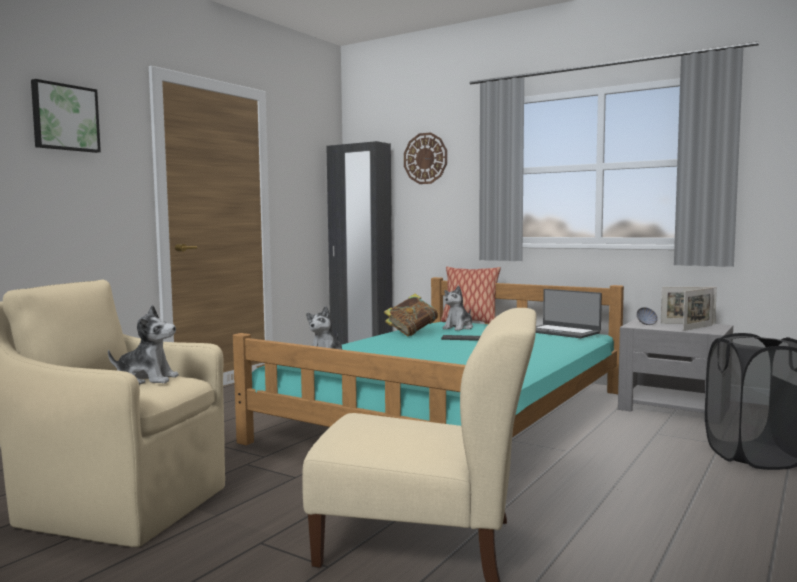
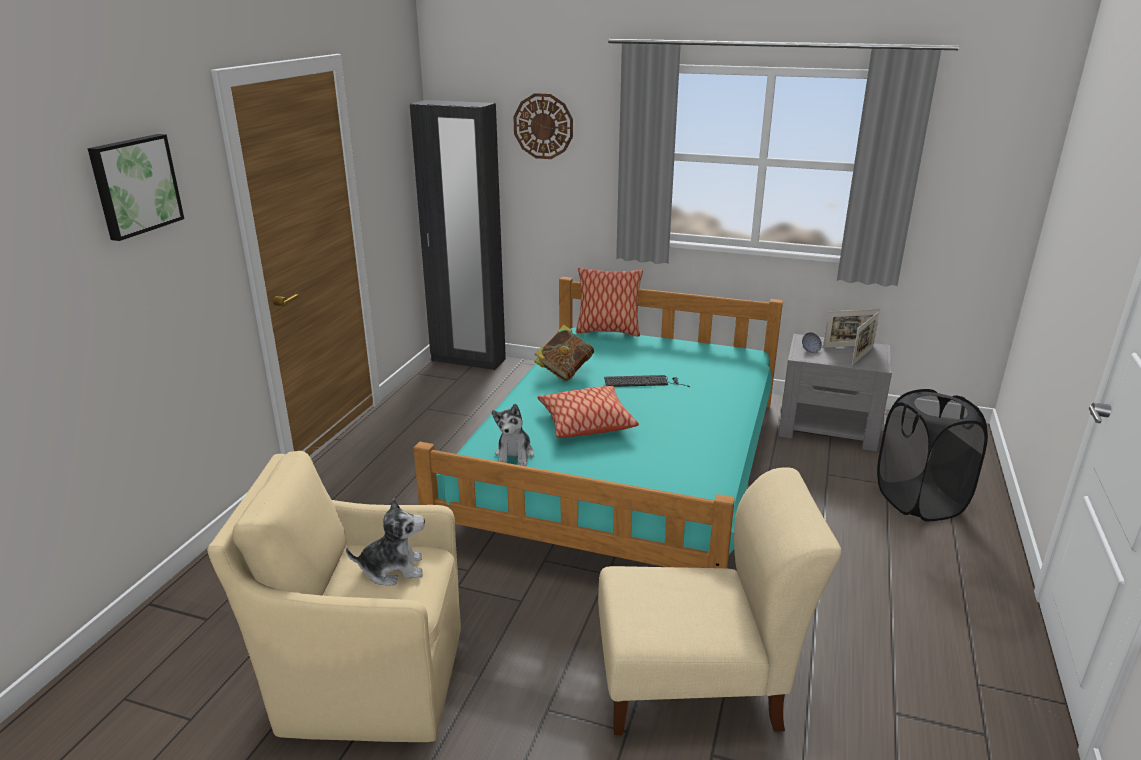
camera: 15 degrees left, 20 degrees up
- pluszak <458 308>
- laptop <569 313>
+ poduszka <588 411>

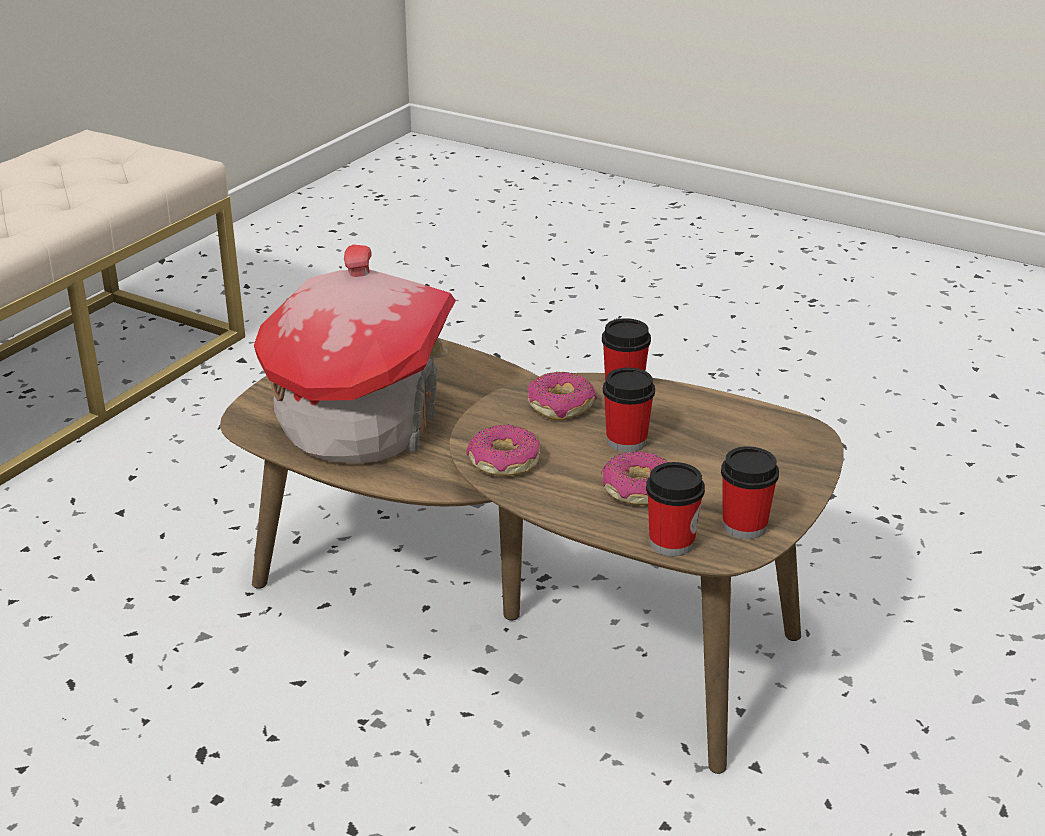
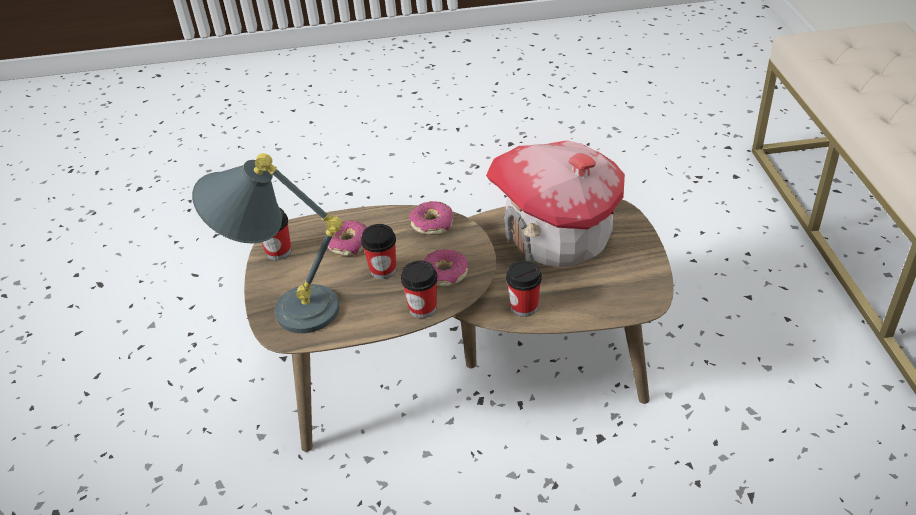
camera: 145 degrees right, 10 degrees up
+ lampa stołowa (szary) <267 243>
~ filiżanka <675 509> to <524 289>

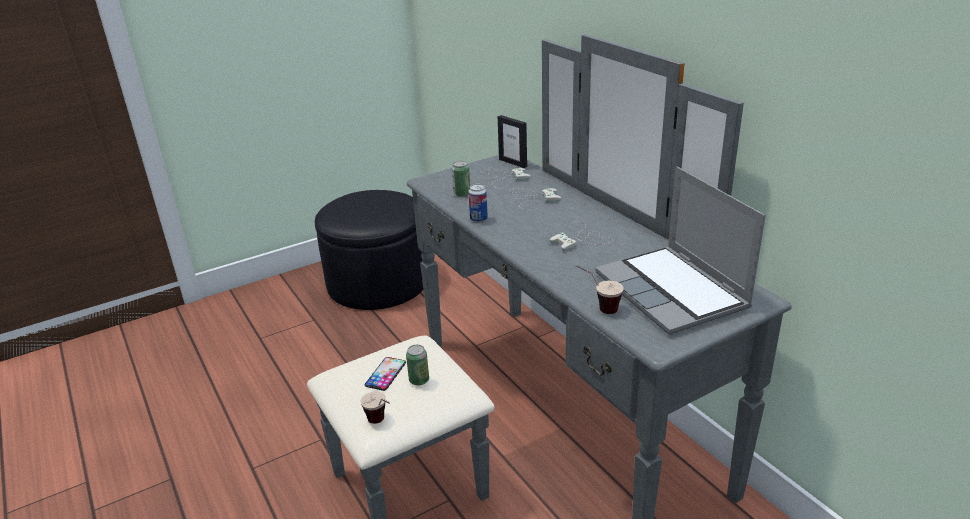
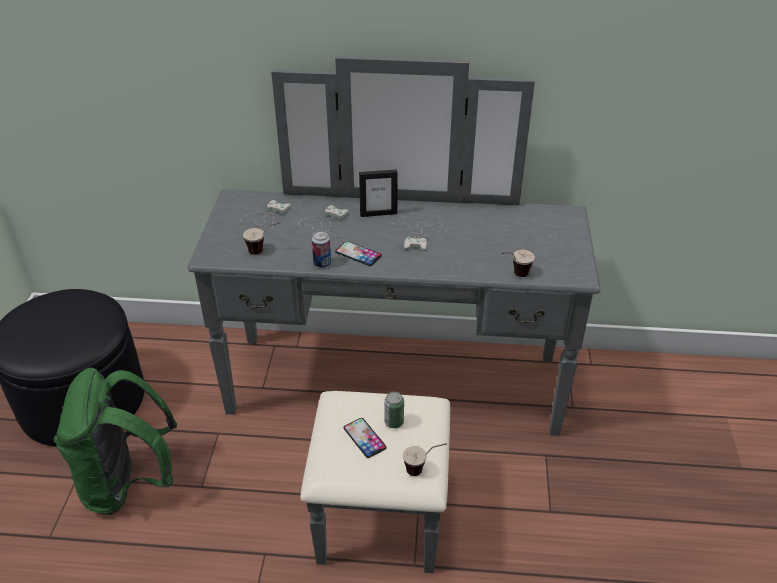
camera: 55 degrees left, 10 degrees up
- laptop <680 250>
+ plecak (zielony) <115 441>
+ telefon <358 253>
~ ramka na zdjęcie <512 141> to <378 193>
~ puszka <460 179> to filiżanka <261 238>

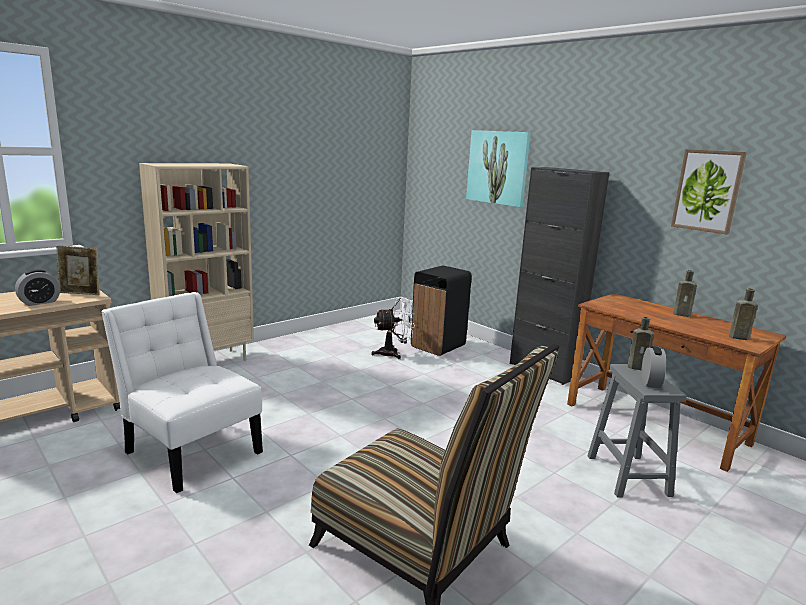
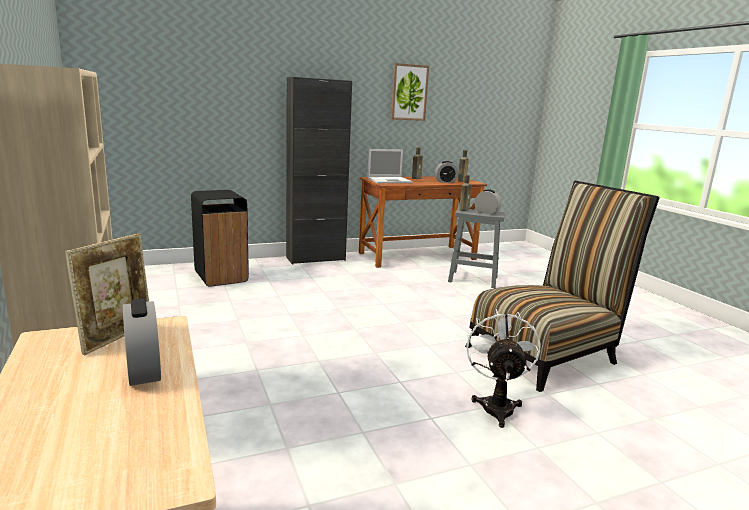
camera: 70 degrees left, 0 degrees up
- krzesło (biały) <182 392>
- obraz <498 168>
+ laptop <389 166>
+ budzik <446 172>
~ wentylator (biały) <393 328> to <503 368>

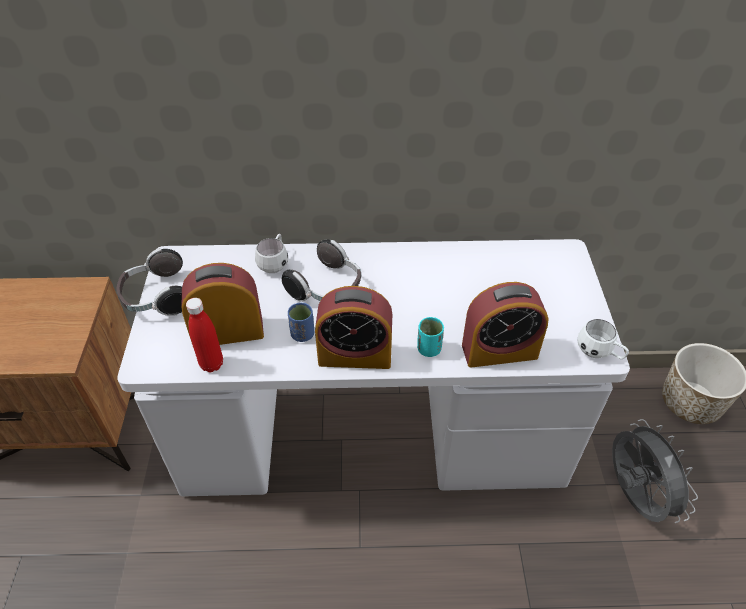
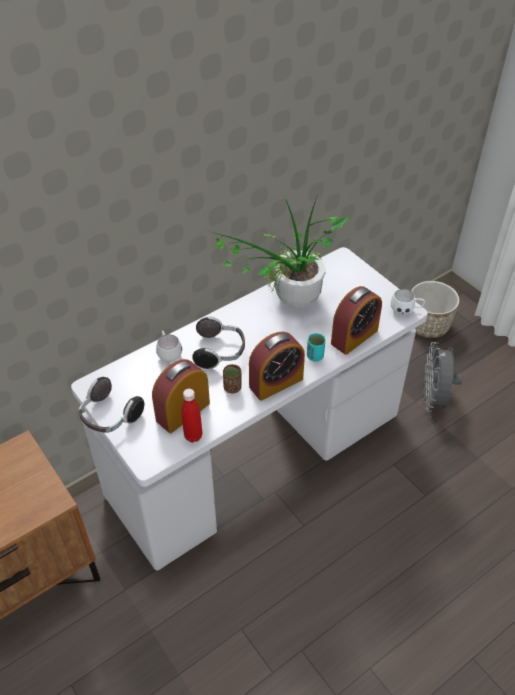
camera: 35 degrees left, 0 degrees up
+ roślina doniczkowa <280 252>
~ filiżanka (niebieski) <301 322> to filiżanka (brązowy) <232 379>
~ wentylator (szary) <655 471> = <443 377> 120 degrees counterclockwise

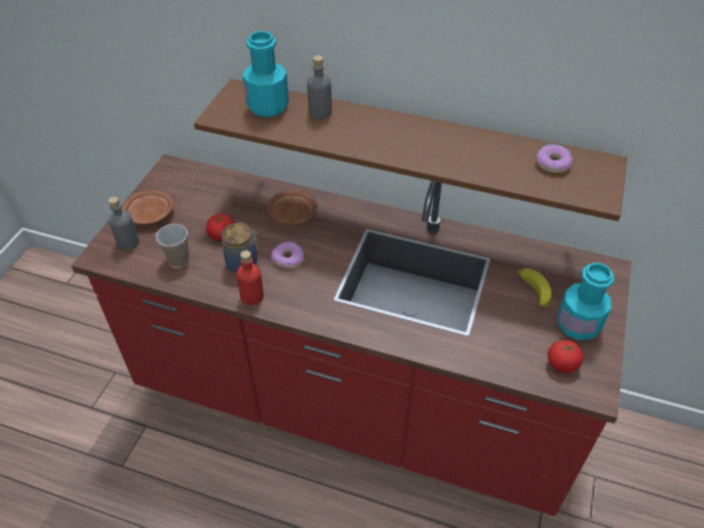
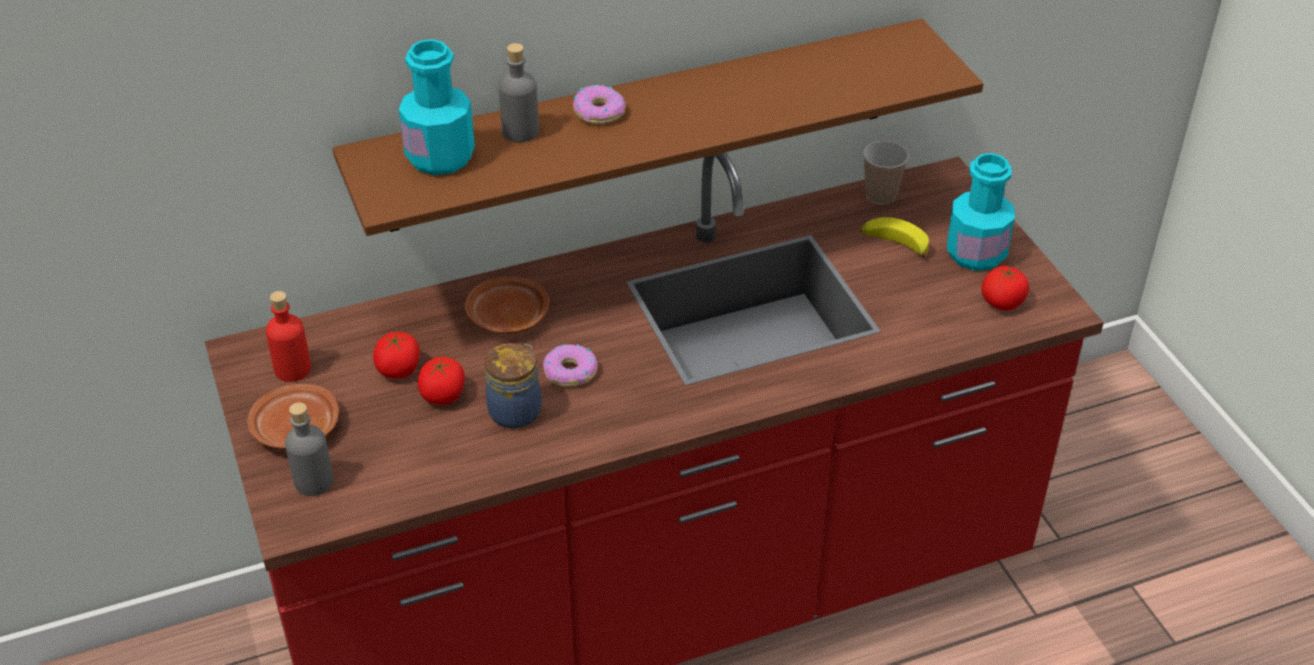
camera: 40 degrees left, 5 degrees down
+ pomidor <396 355>
~ filiżanka <172 245> to <886 173>
~ butelka (czerwony) <250 277> to <288 336>
~ donut <554 158> to <599 104>

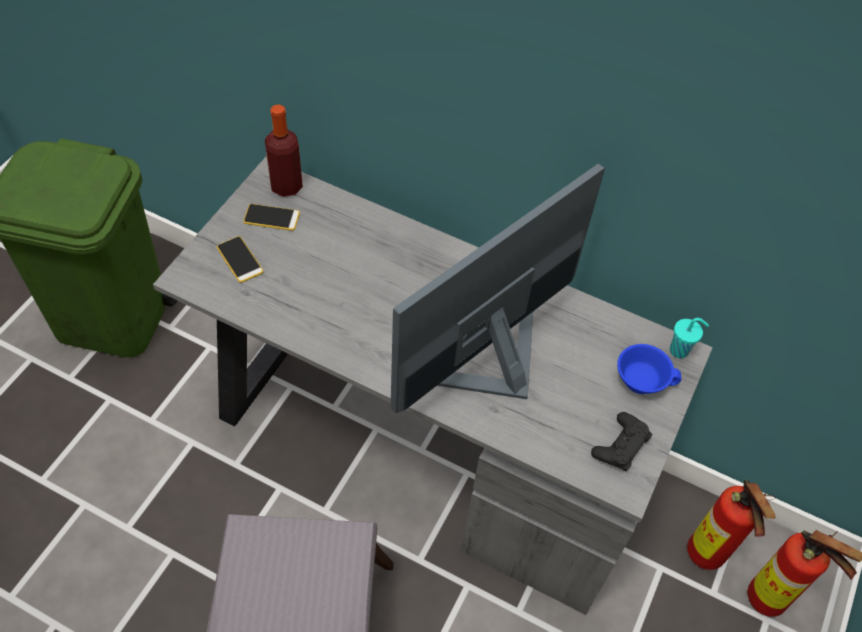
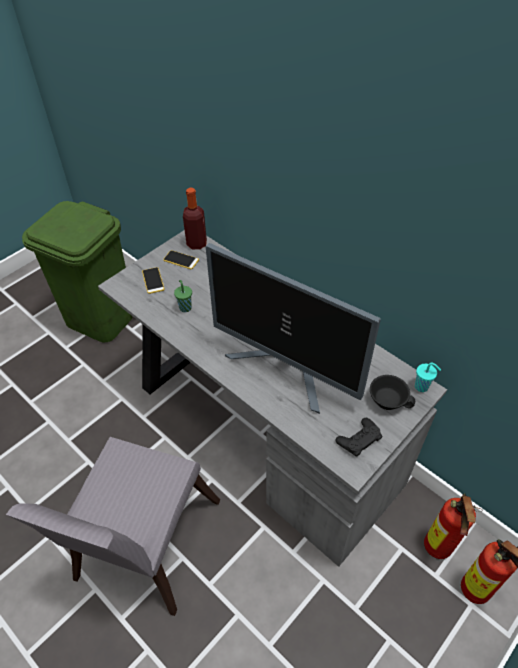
camera: 20 degrees right, 5 degrees down
+ filiżanka (zielony) <183 296>
~ filiżanka (niebieski) <649 369> to filiżanka (czarny) <392 392>
~ monitor <498 288> = <293 328> 120 degrees counterclockwise

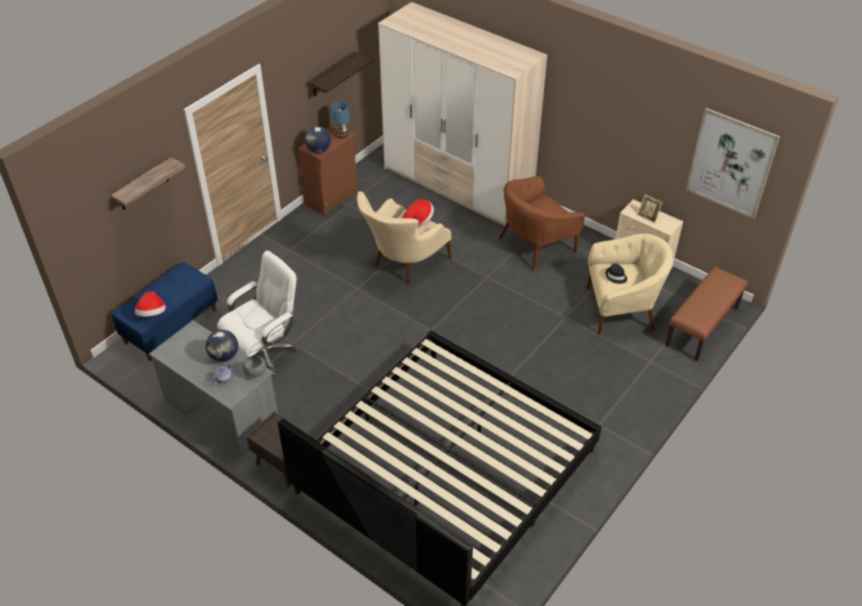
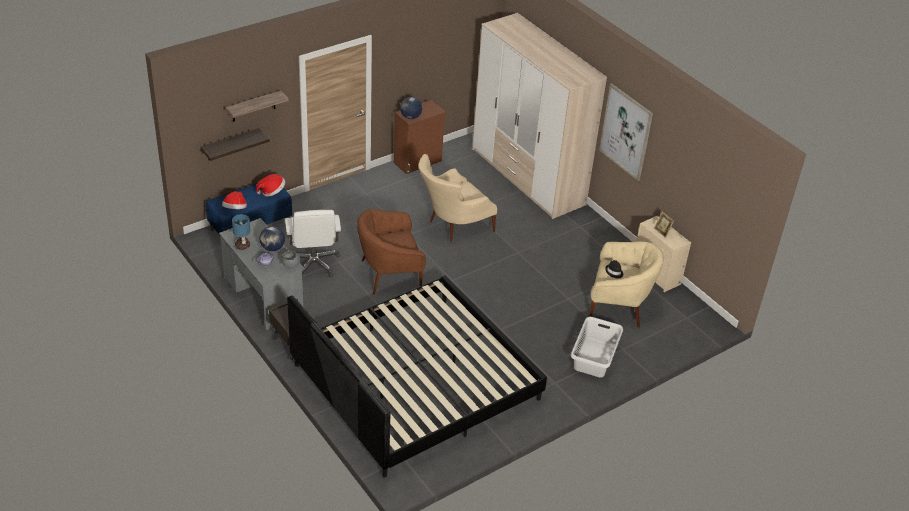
camera: 15 degrees right, 5 degrees down
- ławka (brązowy) <706 313>
+ kosz na pranie (szary) <597 347>
~ półka <340 74> to <235 144>
~ lampa stołowa <340 119> to <241 232>
~ kapelusz <418 213> to <270 185>
~ fotel (brązowy) <542 223> to <391 251>
~ obraz <733 163> to <626 132>
~ krzesło biurowe (biały) <258 314> = <313 244> 105 degrees clockwise

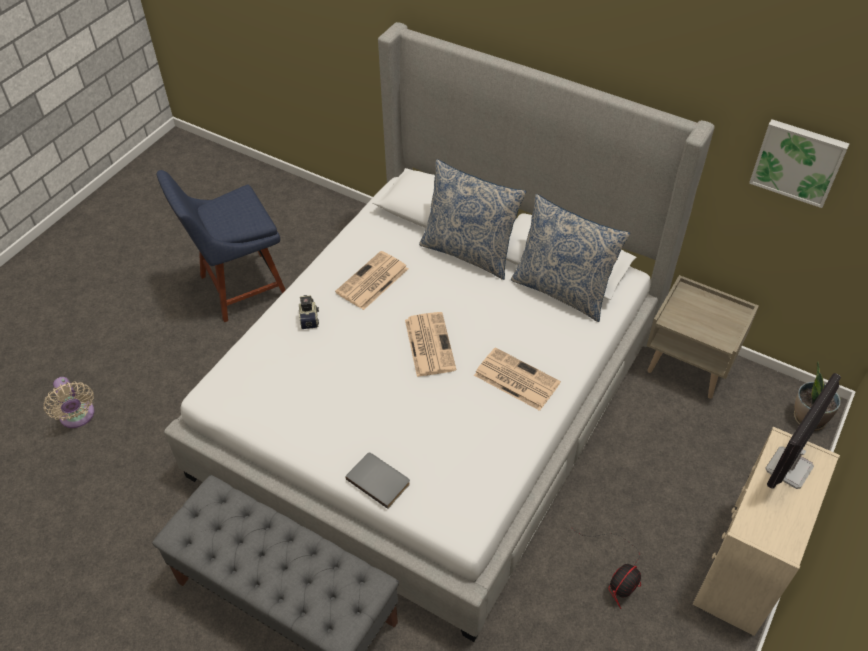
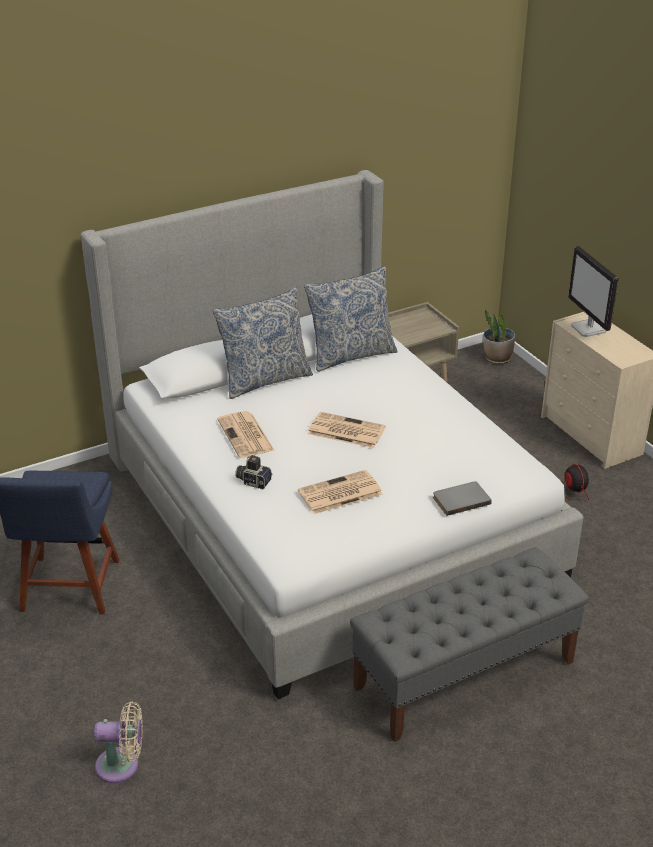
camera: 60 degrees left, 15 degrees down
- obraz <799 163>
~ gazeta <517 379> to <340 492>

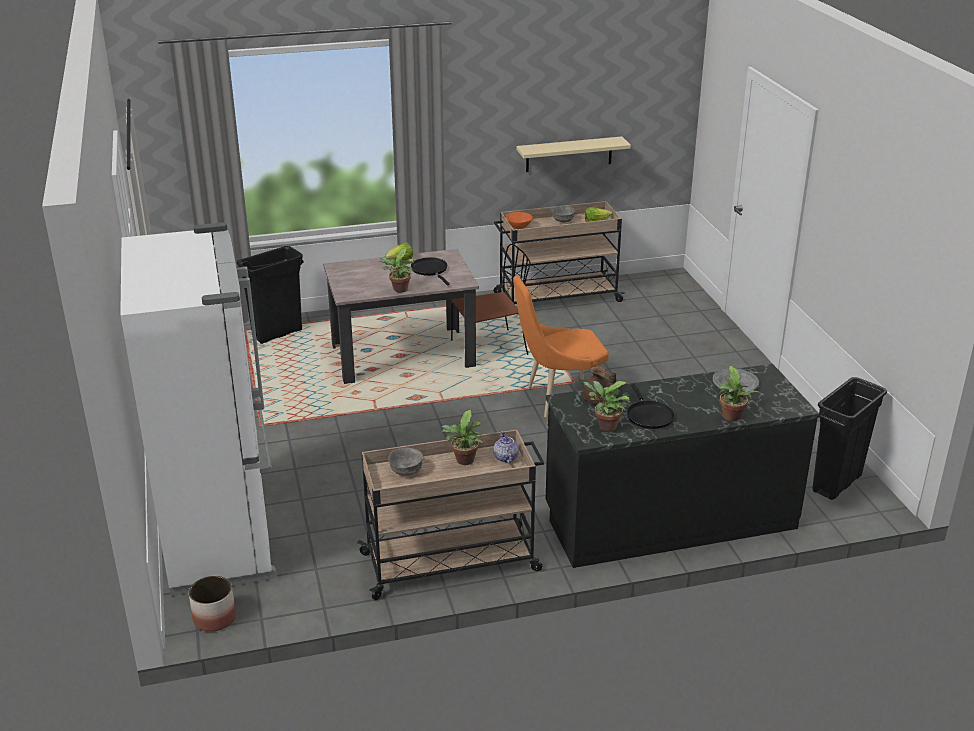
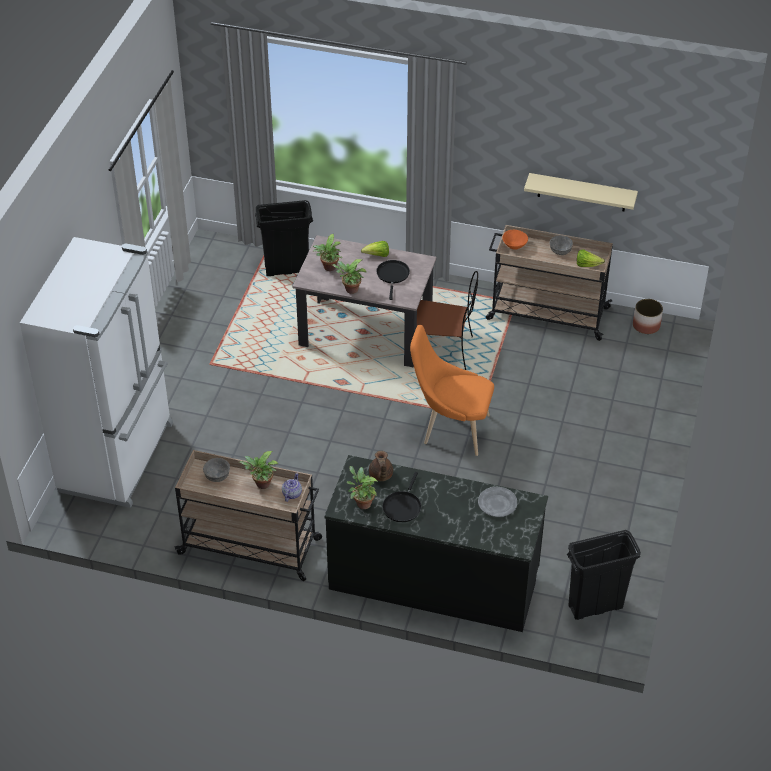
camera: 30 degrees right, 15 degrees up
~ donica <212 604> to <648 316>
~ roślina doniczkowa <739 393> to <327 252>

